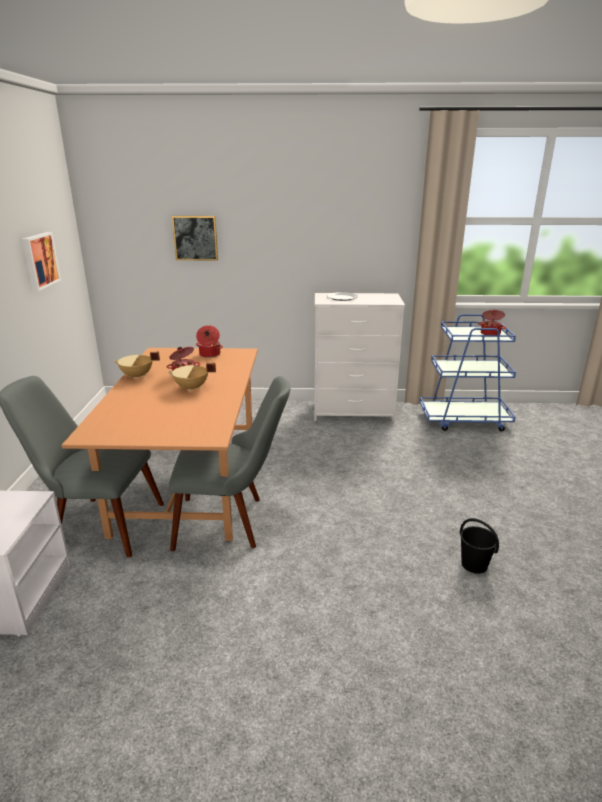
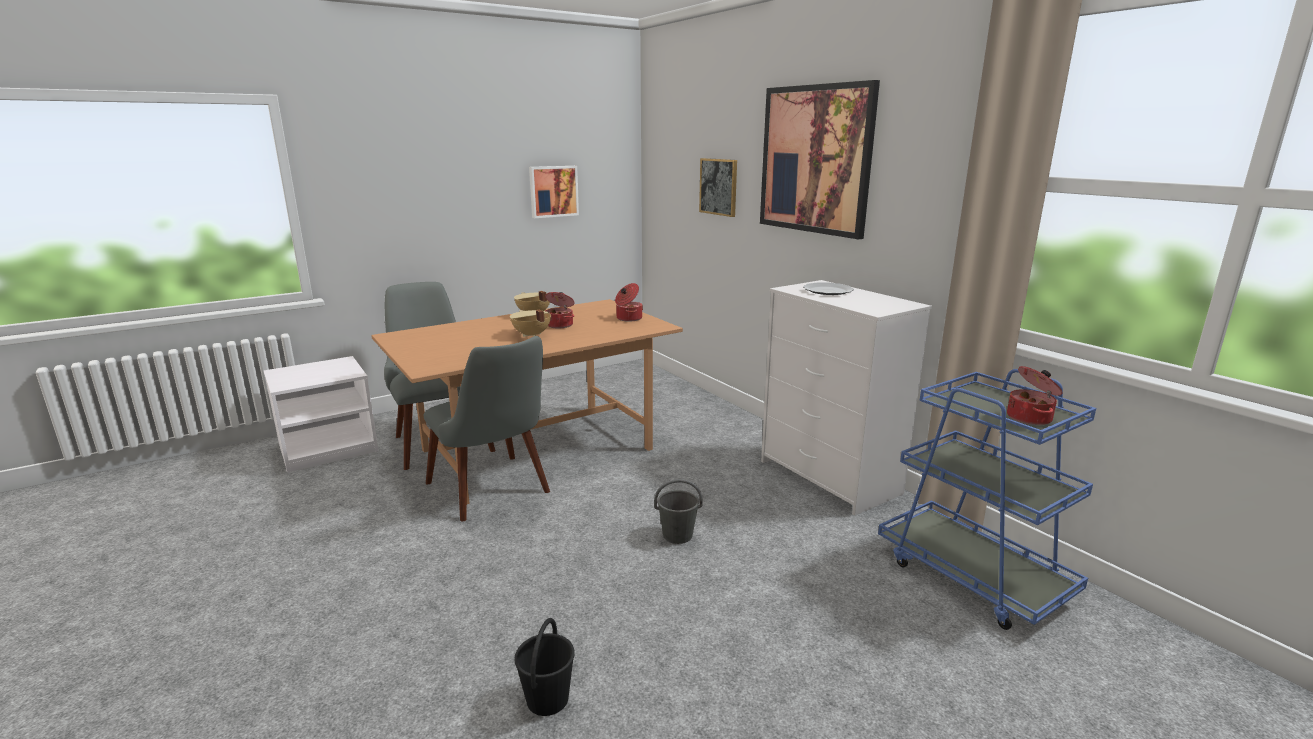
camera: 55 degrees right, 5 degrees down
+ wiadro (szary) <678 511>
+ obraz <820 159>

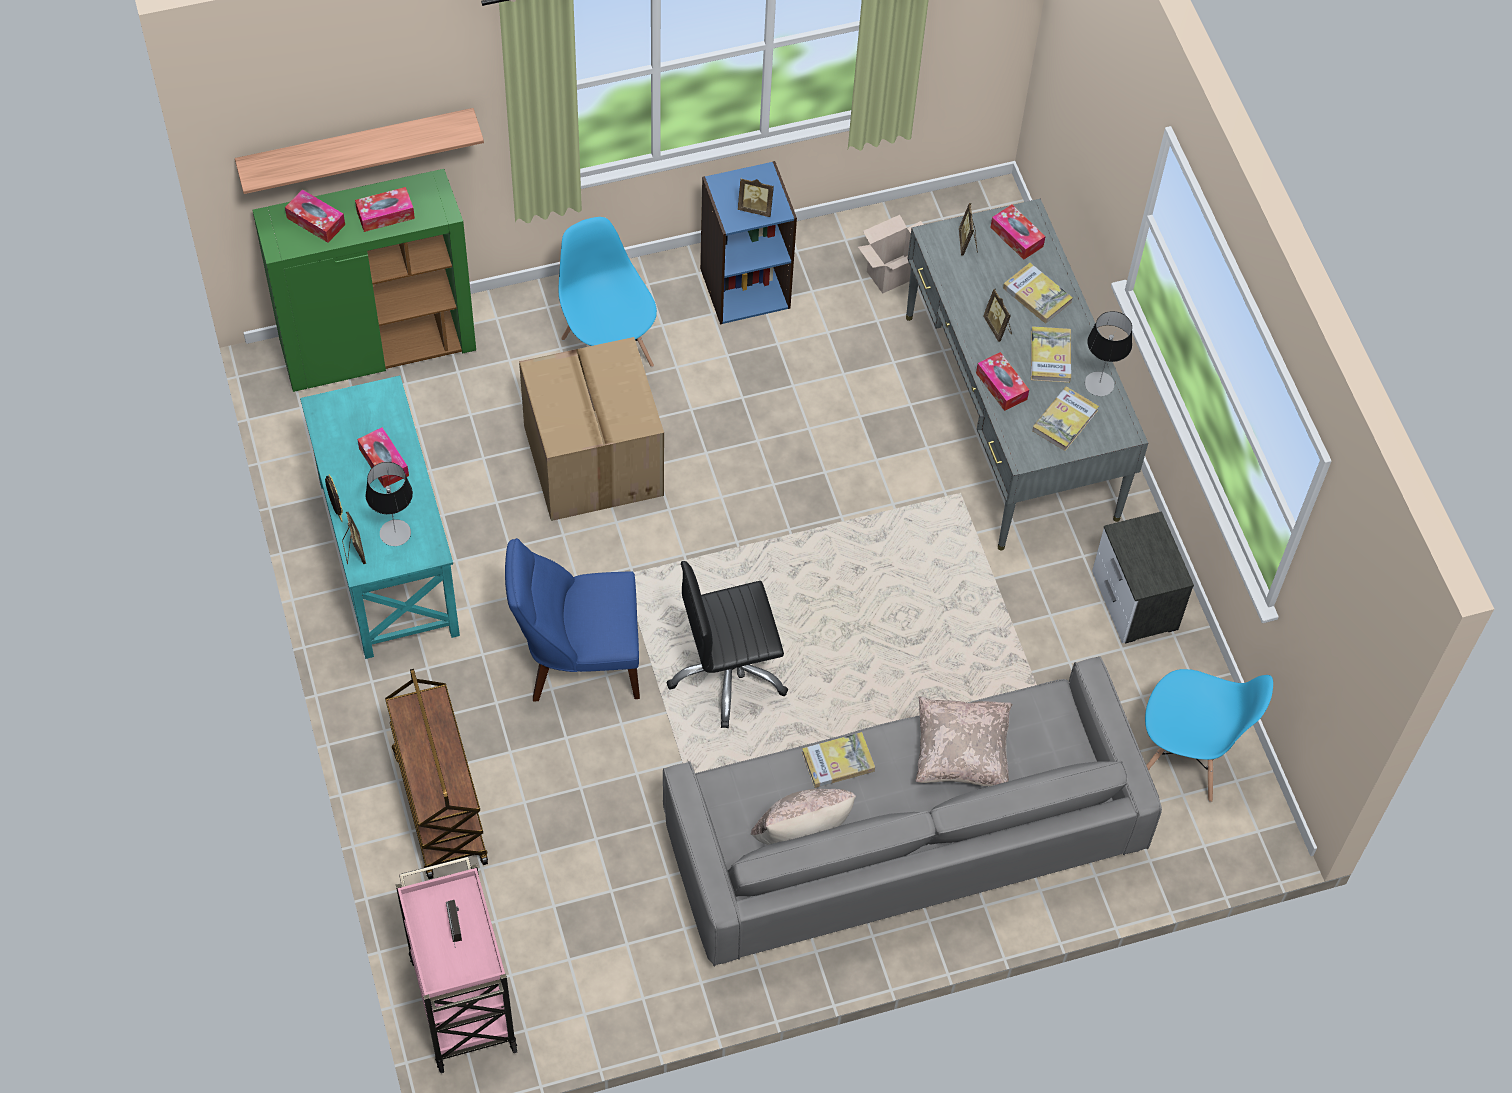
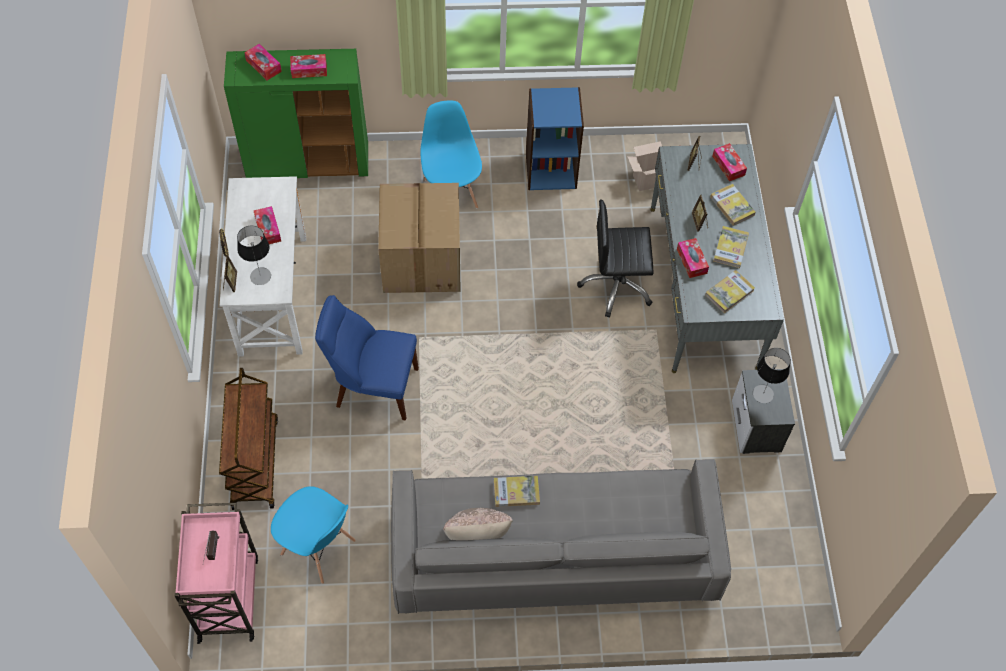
camera: 15 degrees right, 0 degrees up
- półka <359 151>
- ramka na zdjęcie <756 198>
- poduszka (beżowy) <964 741>
~ krzesło biurowe (czarny) <727 644> to <615 259>
~ lampa stołowa <1108 353> to <772 375>
~ krzesło (niebieski) <1209 735> to <313 535>
~ biurko (turkusowy) <380 517> to biurko (biały) <263 266>

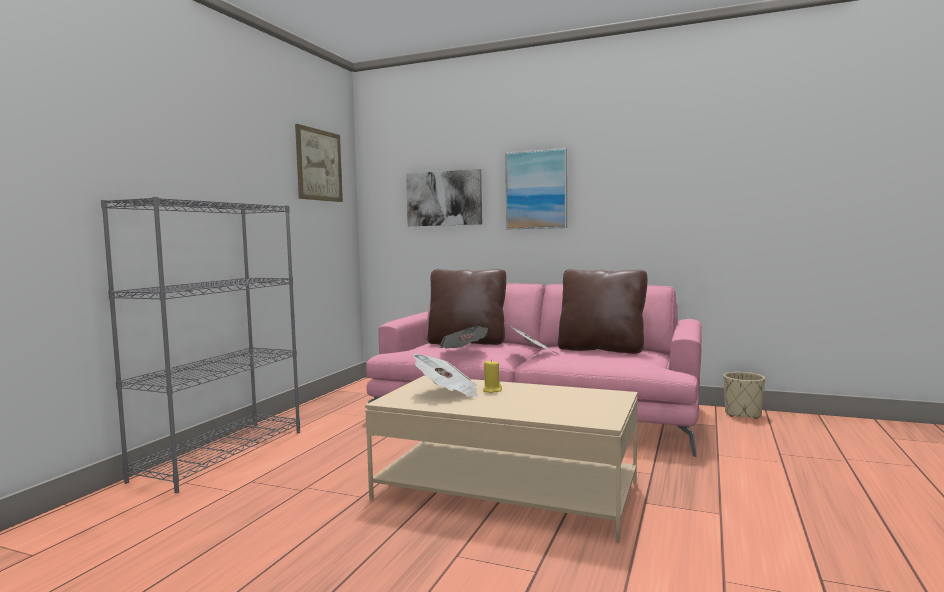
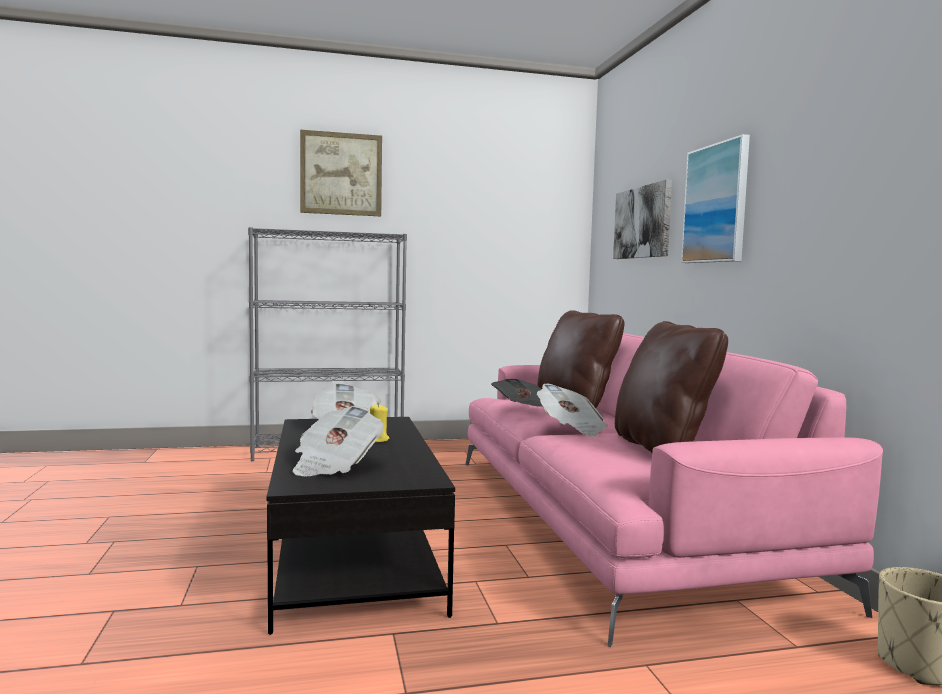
camera: 55 degrees right, 0 degrees up
+ gazeta <338 441>
~ obraz <319 163> to <341 173>
~ ława (beżowy) <501 459> to ława (czarny) <360 526>

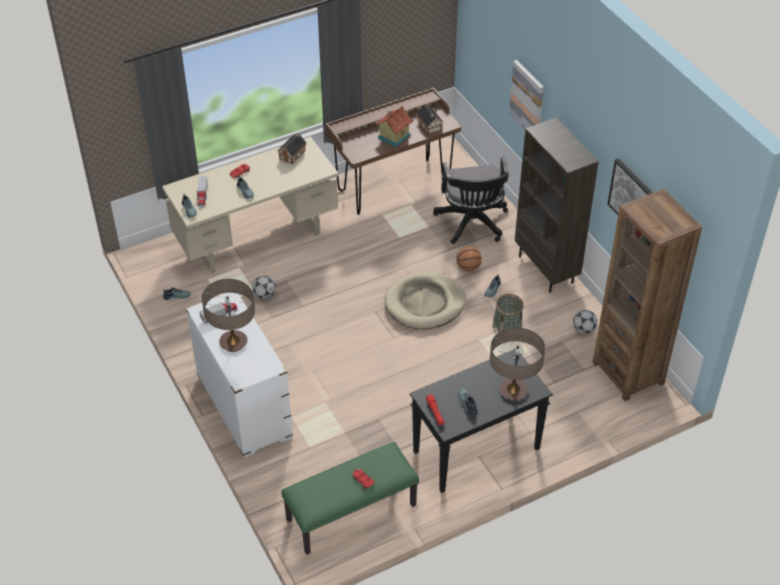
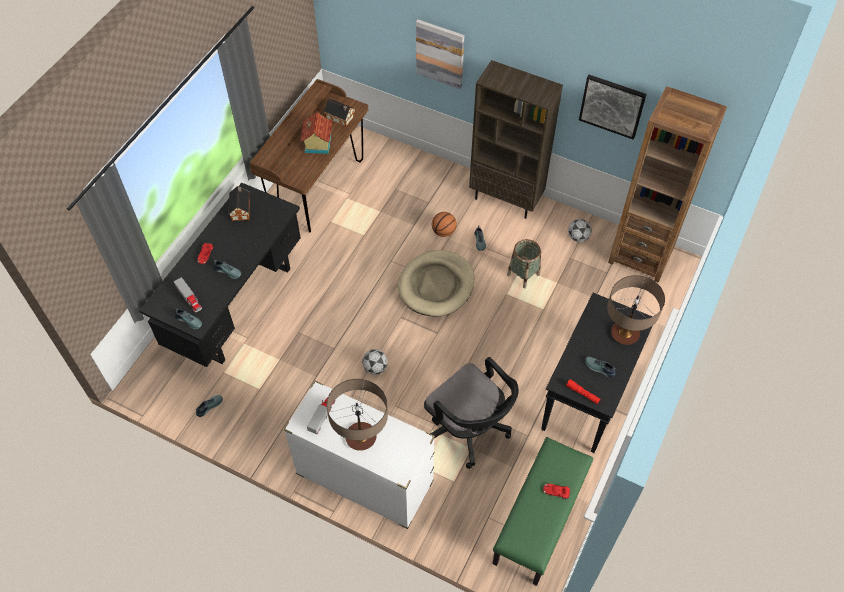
camera: 35 degrees left, 10 degrees up
~ piłka futbolowa <264 287> to <375 362>
~ krzesło biurowe (czarny) <471 200> to <471 413>
~ biurko (beżowy) <250 204> to biurko (czarny) <220 275>

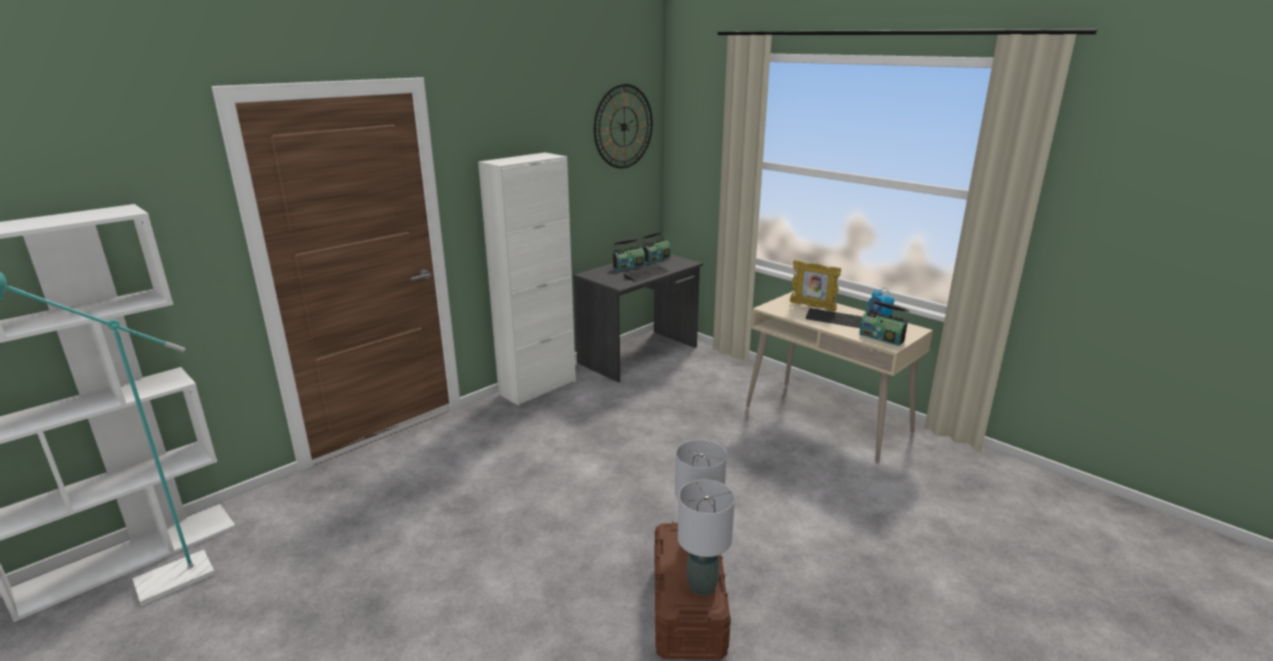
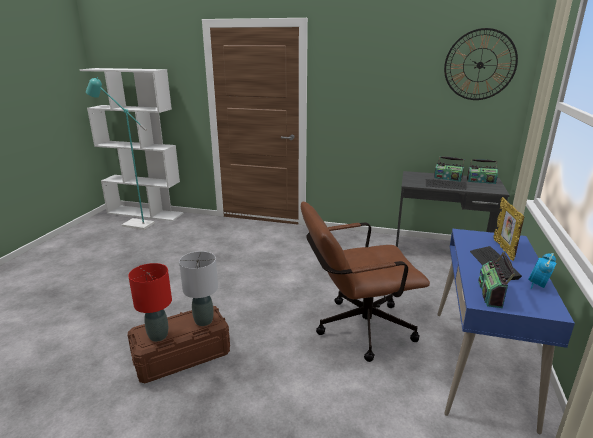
camera: 60 degrees right, 0 degrees up
- szafka (biały) <527 279>
+ krzesło biurowe (brązowy) <365 282>
~ lampa stołowa (szary) <706 538> to lampa stołowa (czerwony) <150 302>
~ biurko (beżowy) <839 377> to biurko (niebieski) <506 332>

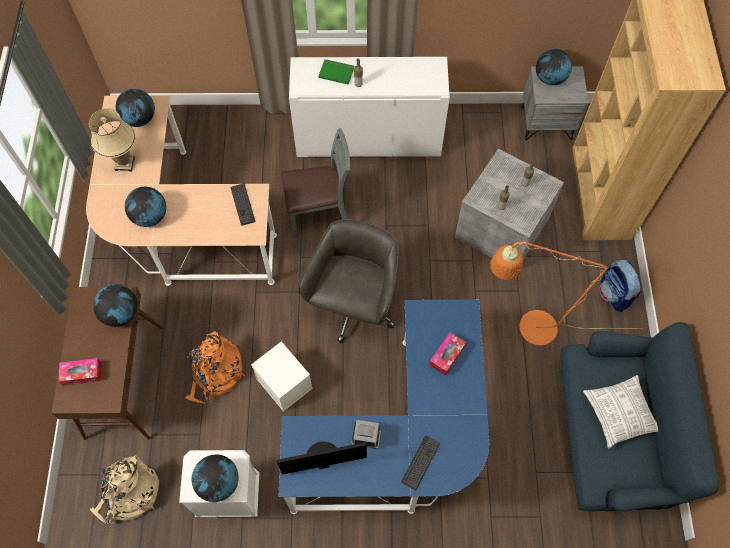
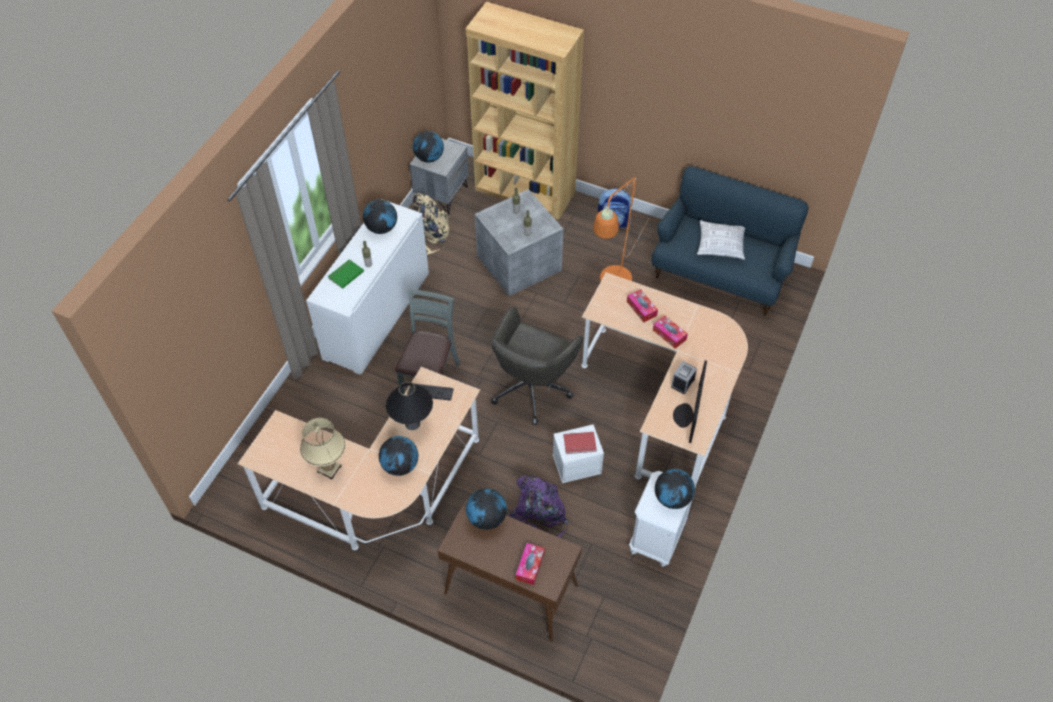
camera: 65 degrees left, 10 degrees down
- klawiatura <420 463>
+ lampa stołowa (czarny) <409 406>
+ książka (czerwony) <580 443>
+ pudełko chusteczek <670 332>
~ plecak (beżowy) <124 490> to <431 224>
~ globus <135 107> to <380 217>
~ plecak (pomarańczowy) <215 367> to plecak (fioletowy) <538 506>
~ biurko (niebieski) <384 407> to biurko (beżowy) <664 378>
~ krzesło biurowe (szary) <348 281> = <537 366> 105 degrees counterclockwise

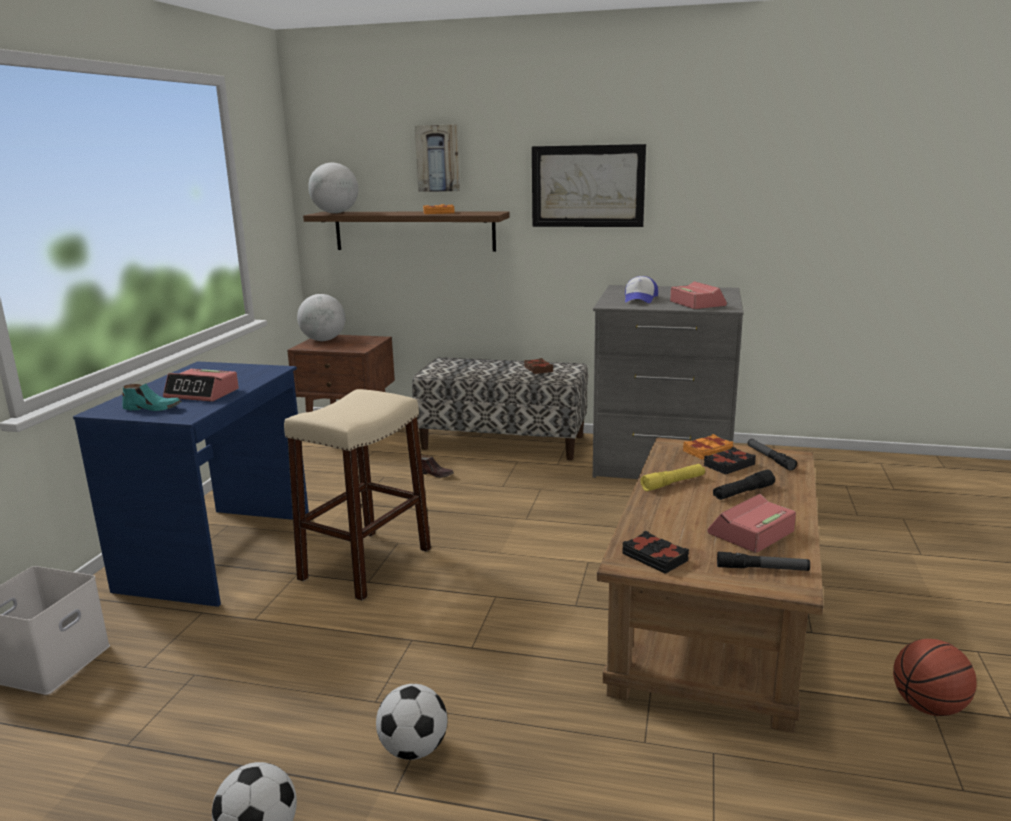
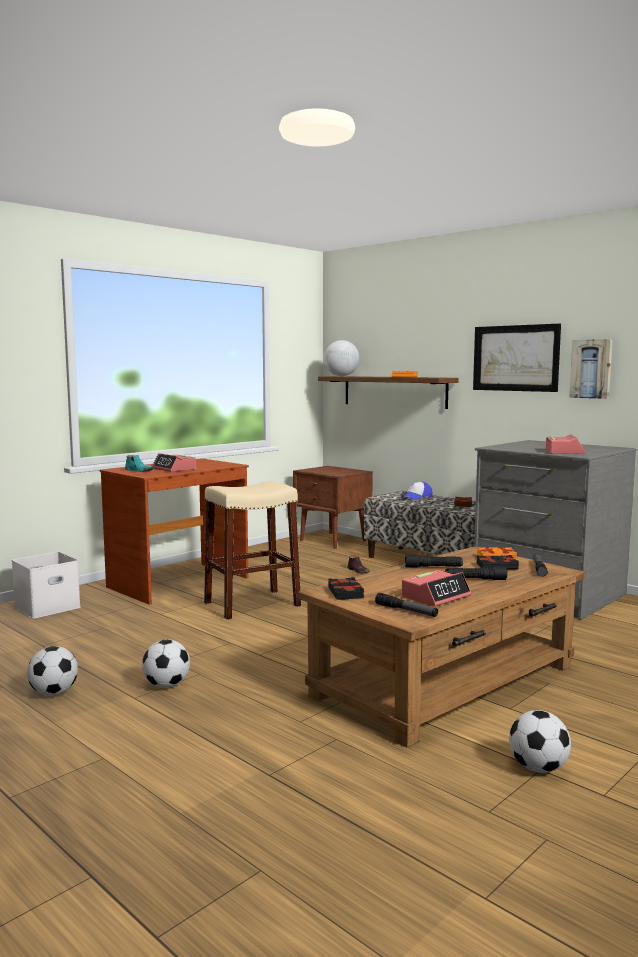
camera: 30 degrees right, 10 degrees down
- globus <321 317>
~ obraz <437 158> to <591 369>
~ czapka z daszkiem <641 289> to <416 490>
~ piłka do koszykówki <935 677> to piłka futbolowa <540 741>
~ biurko (niebieski) <191 484> to biurko (brązowy) <174 531>
~ latarka (żółty) <672 477> to latarka (czarny) <434 561>
~ budzik <751 523> = <436 588> 150 degrees clockwise

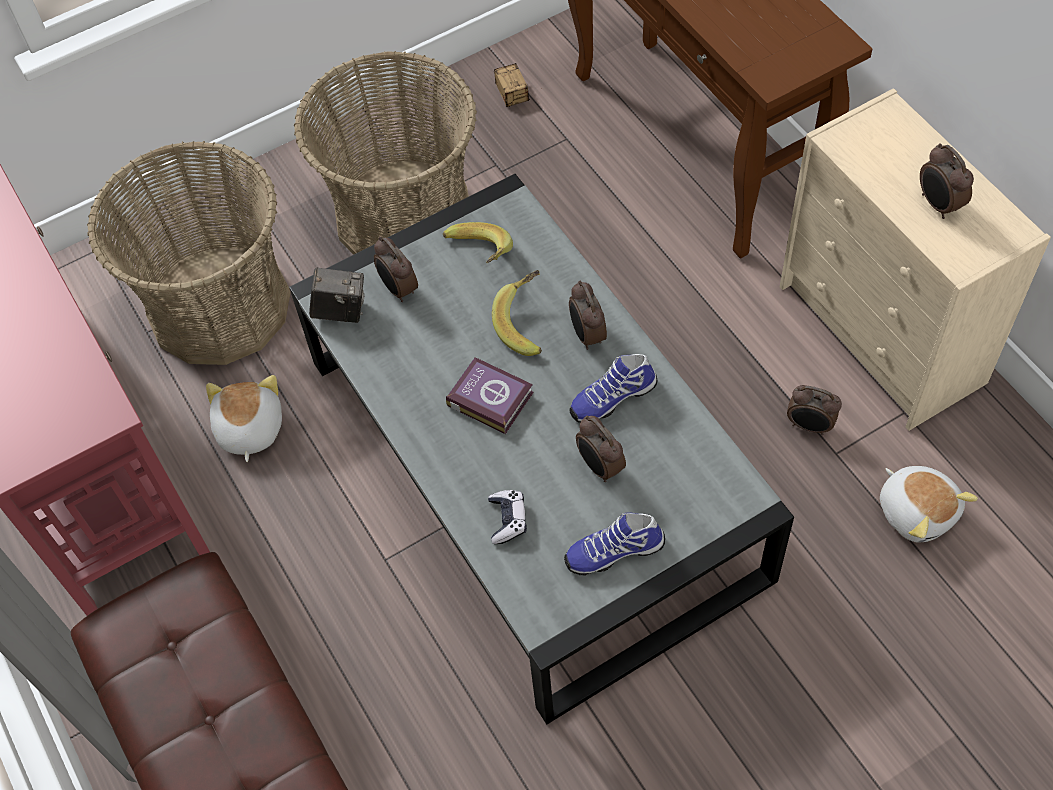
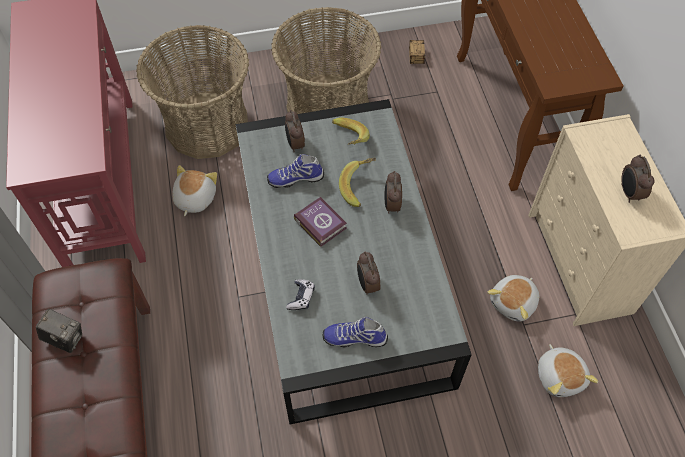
camera: 15 degrees right, 0 degrees up
~ aparat fotograficzny <337 295> to <59 331>
~ but <613 388> to <295 171>
~ budzik <814 410> to pluszak <514 298>

